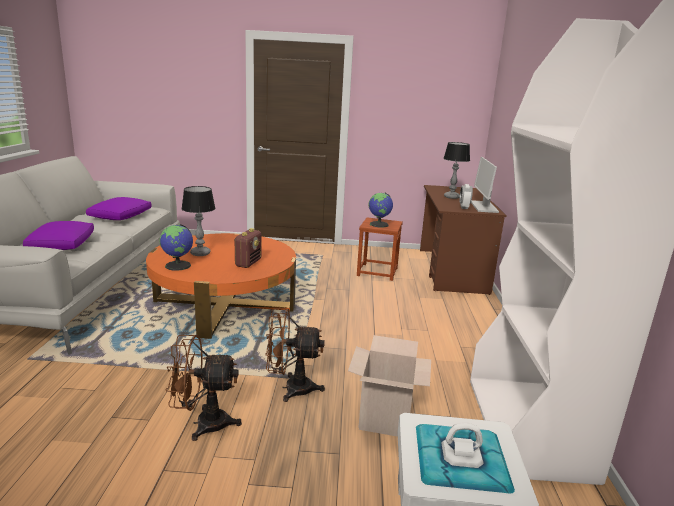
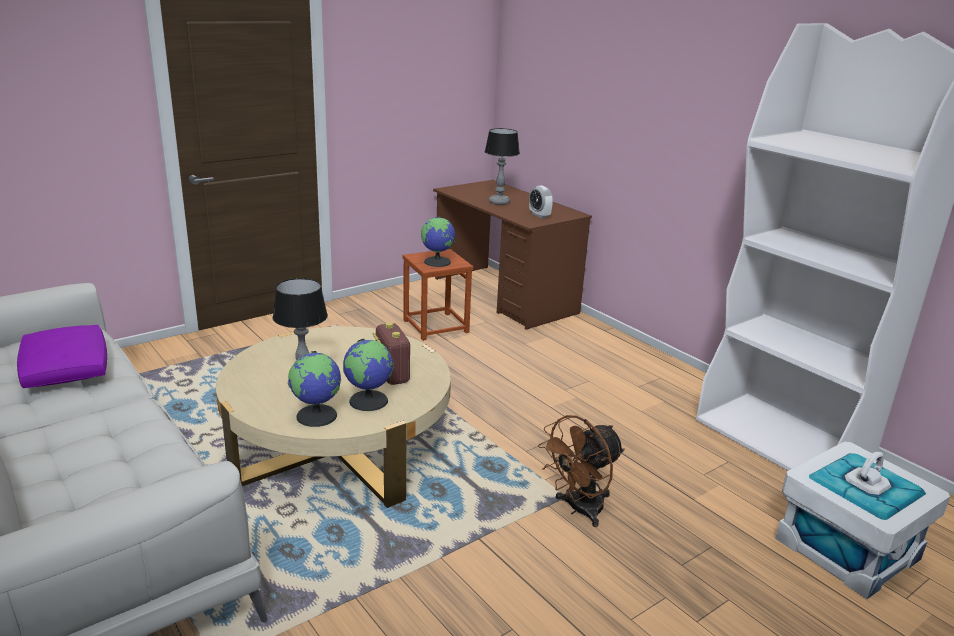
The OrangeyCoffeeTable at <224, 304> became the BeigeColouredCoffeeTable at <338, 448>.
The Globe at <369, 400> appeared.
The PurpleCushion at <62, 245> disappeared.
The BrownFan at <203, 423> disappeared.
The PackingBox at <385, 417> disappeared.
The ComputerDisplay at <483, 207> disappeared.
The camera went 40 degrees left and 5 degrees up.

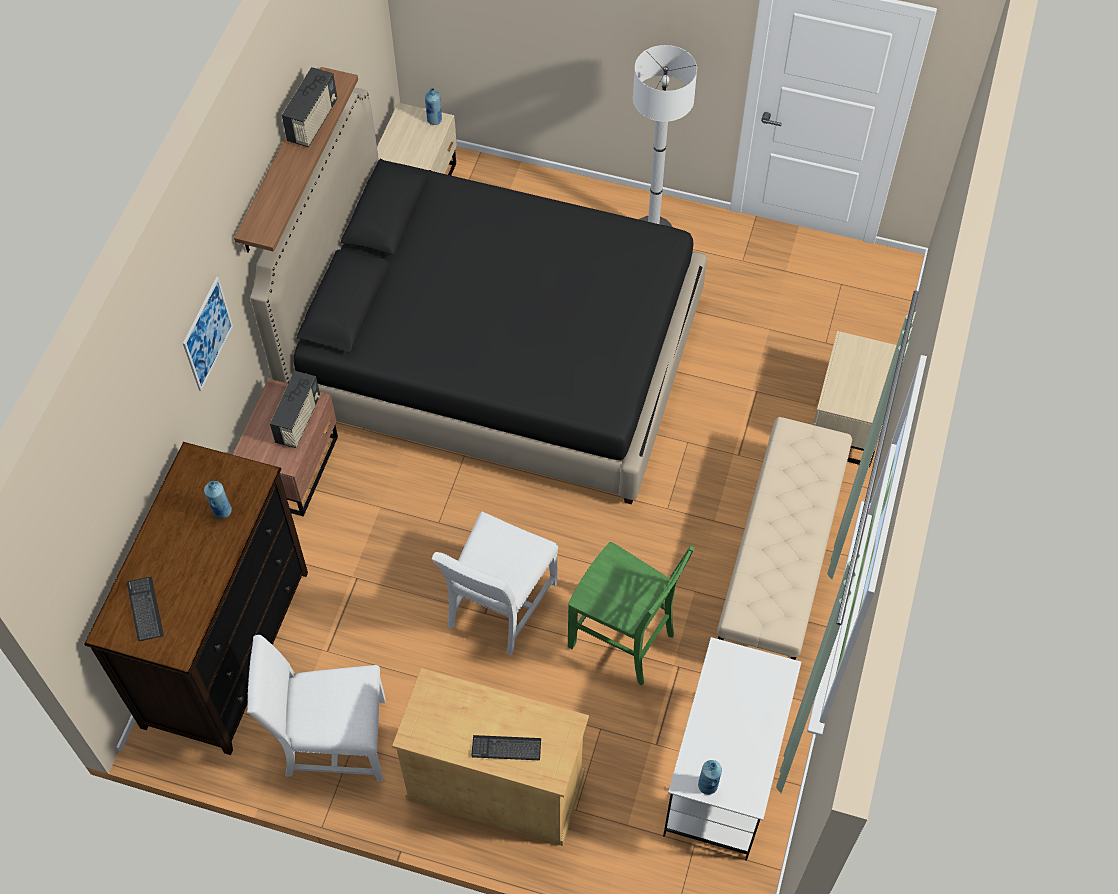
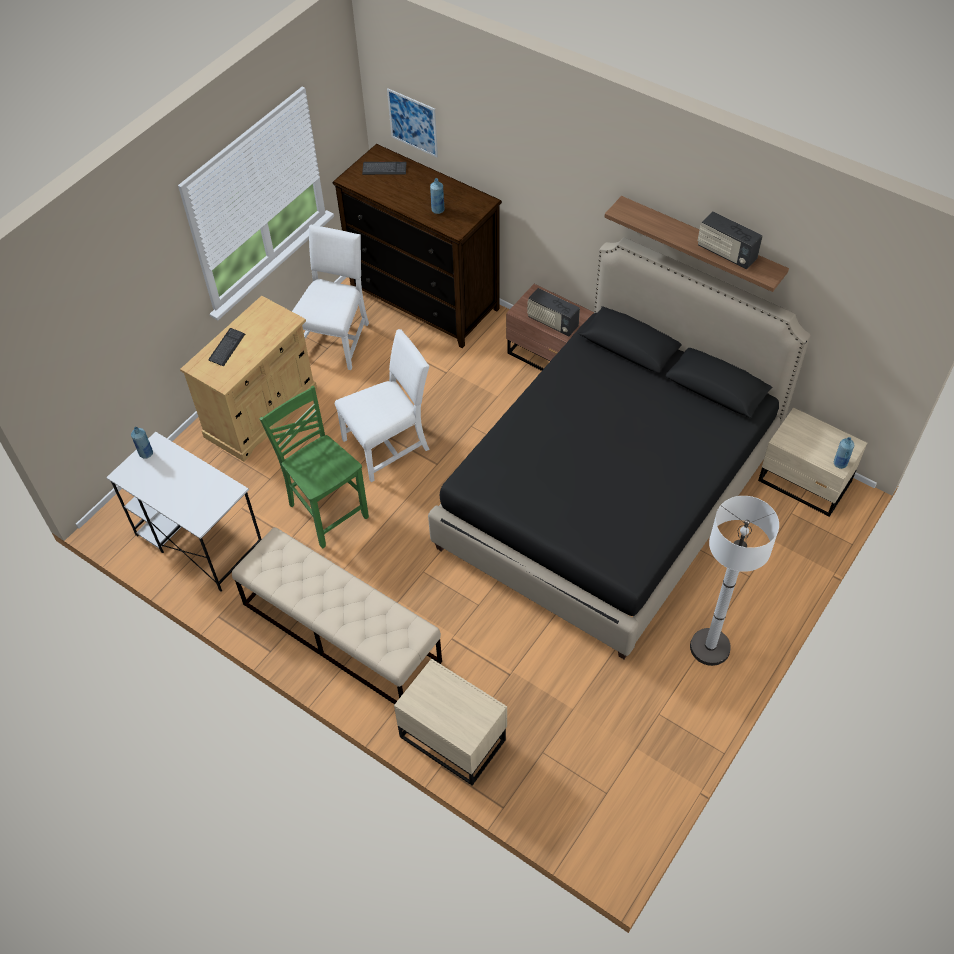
The GreenColouredChair at <623, 641> turned 90 degrees clockwise.
The WhitishChair at <498, 606> turned 105 degrees clockwise.
The WallPicture moved from <207, 334> to <413, 122>.
The camera went 110 degrees right and 5 degrees down.

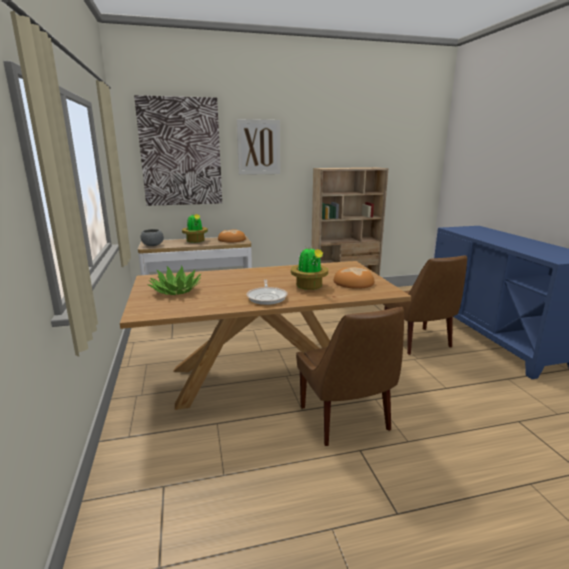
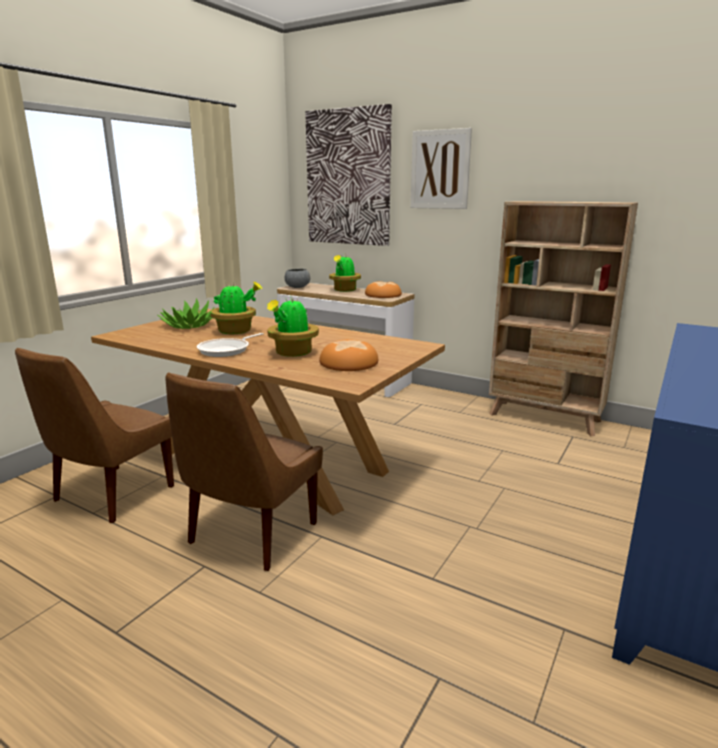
The BrownChair moved from <418, 342> to <110, 495>.
The Houseplant at <236, 331> appeared.
The camera went 45 degrees right and 0 degrees up.

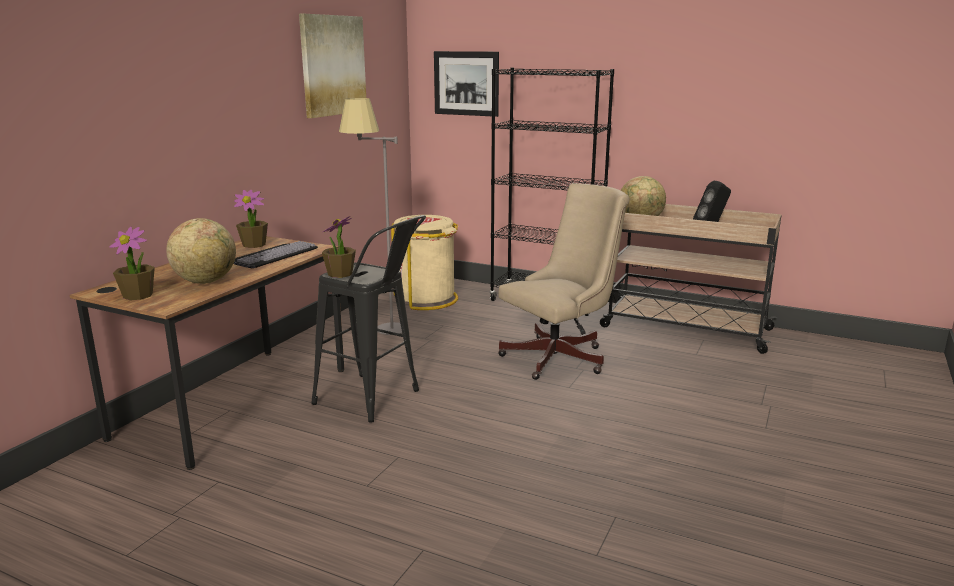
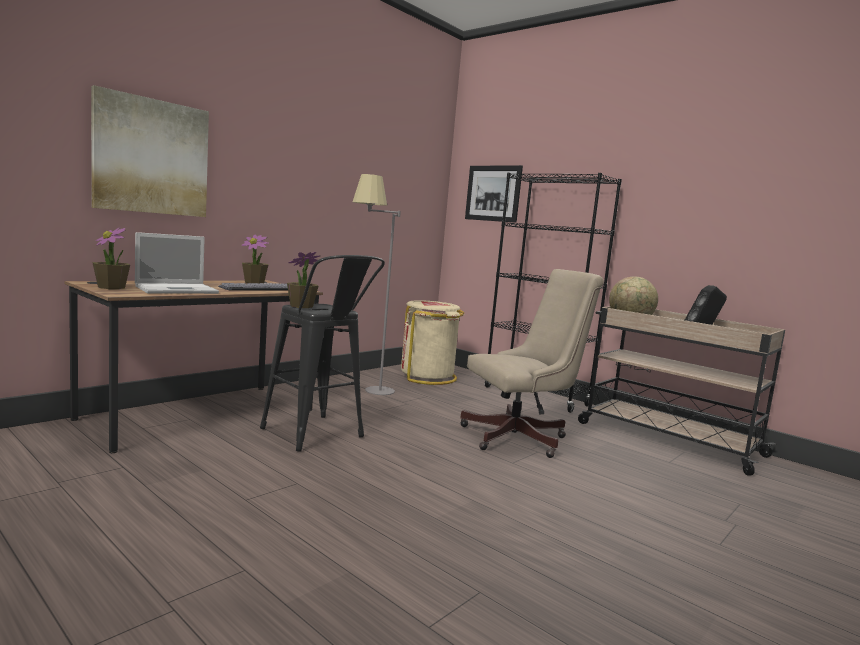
The WallPicture moved from <333, 65> to <151, 157>.
The Globe at <206, 281> was replaced by the Laptop at <178, 289>.
The camera went 15 degrees right and 10 degrees down.

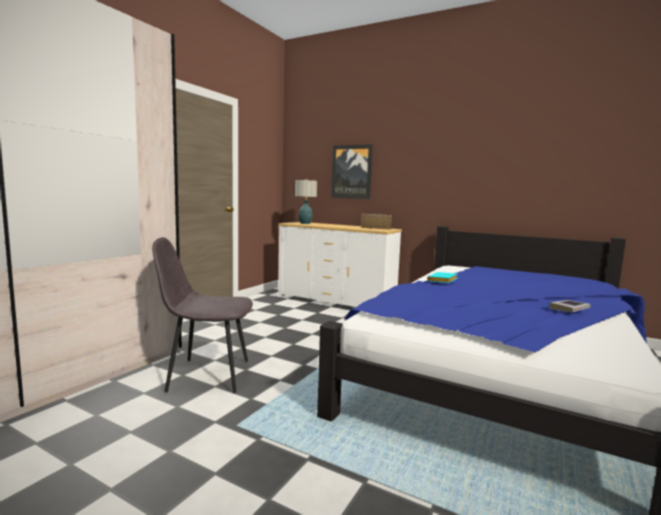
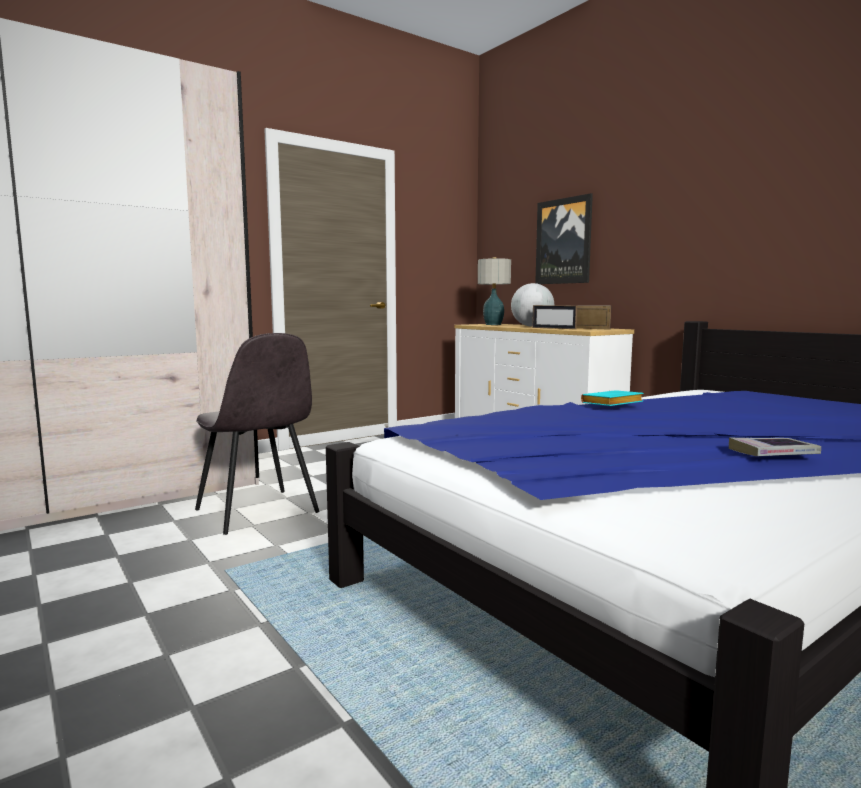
The GreyishChair at <207, 375> turned 150 degrees counterclockwise.
The Globe at <531, 326> appeared.
The StandingFrame at <553, 328> appeared.
The camera went 25 degrees right and 0 degrees up.

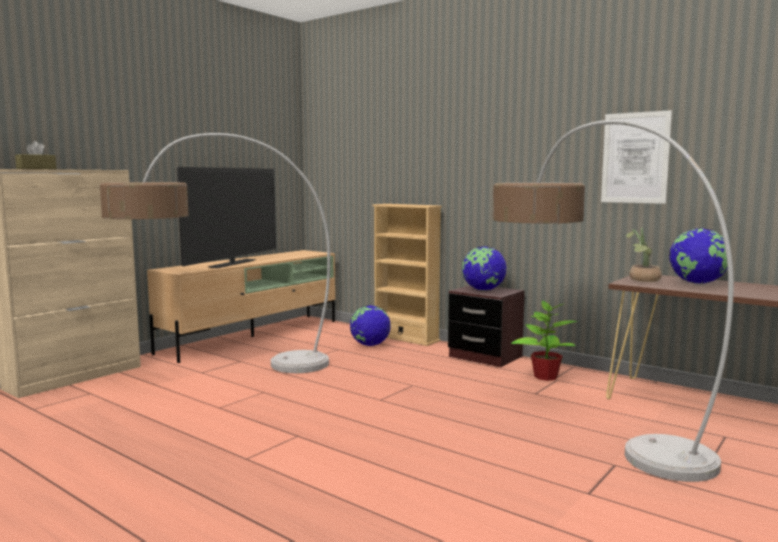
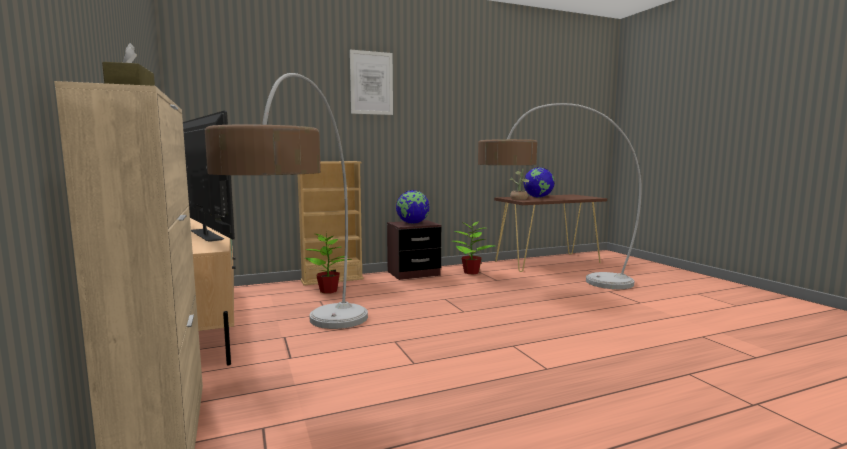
The Globe at <370, 345> was replaced by the Houseplant at <329, 291>.
The WallPicture moved from <635, 158> to <371, 83>.
The camera went 60 degrees left and 0 degrees up.

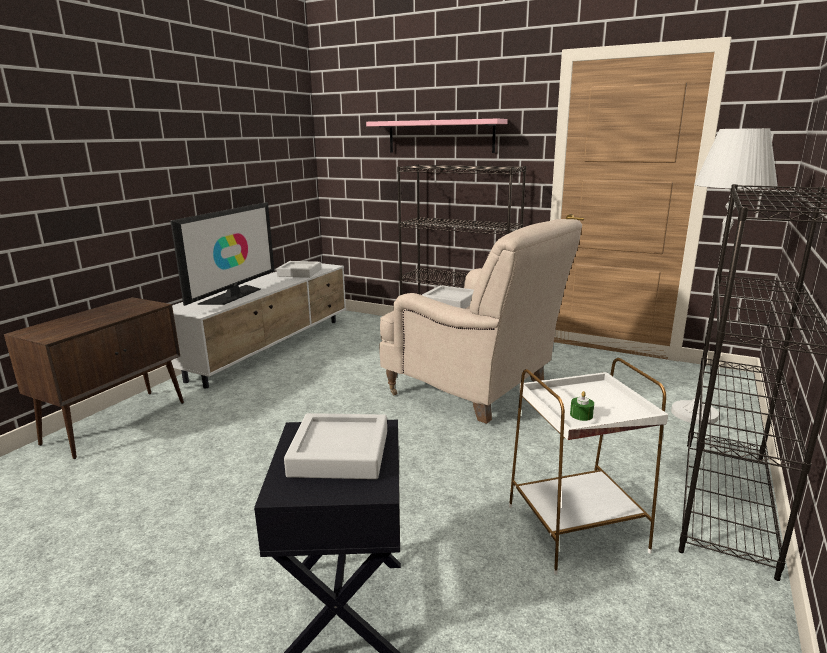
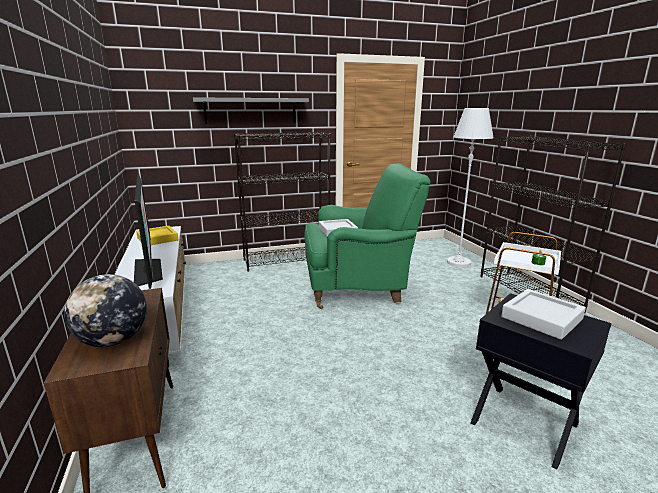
The Globe at <113, 341> appeared.
The GreyishTray at <299, 273> became the YellowishTray at <157, 239>.
The PinkColouredWallShelf at <440, 136> became the GreyishWallShelf at <250, 111>.
The BeigeColouredEasyChair at <474, 390> became the GreenColouredEasyChair at <357, 288>.
The camera went 45 degrees left and 0 degrees up.

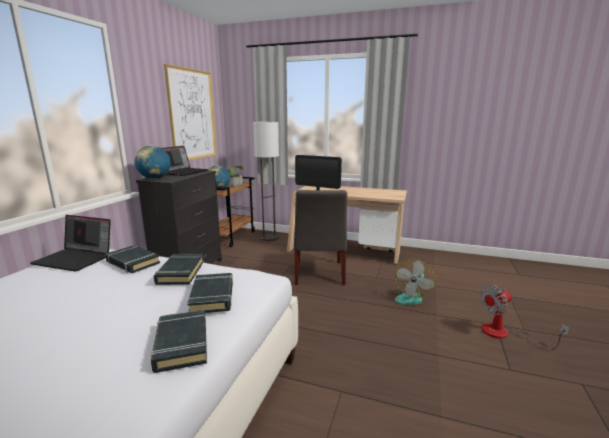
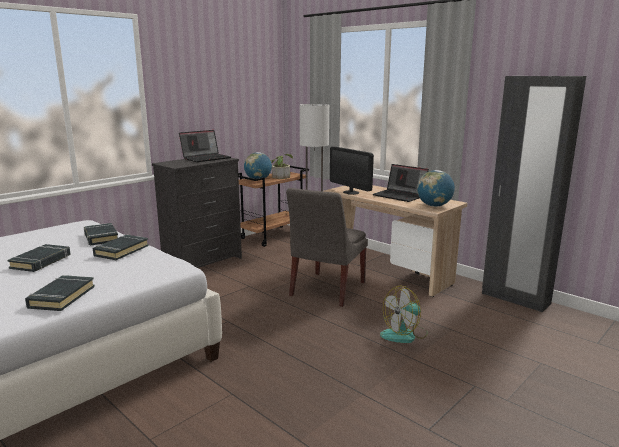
The BlackColouredBoundBook moved from <212, 297> to <41, 261>.
The Laptop moved from <76, 259> to <400, 196>.
The Globe moved from <155, 178> to <434, 206>.
The BlackColouredClothesCupboard at <515, 299> appeared.
The WallPicture at <192, 115> disappeared.
The Fan at <504, 334> disappeared.
The camera went 25 degrees right and 0 degrees up.

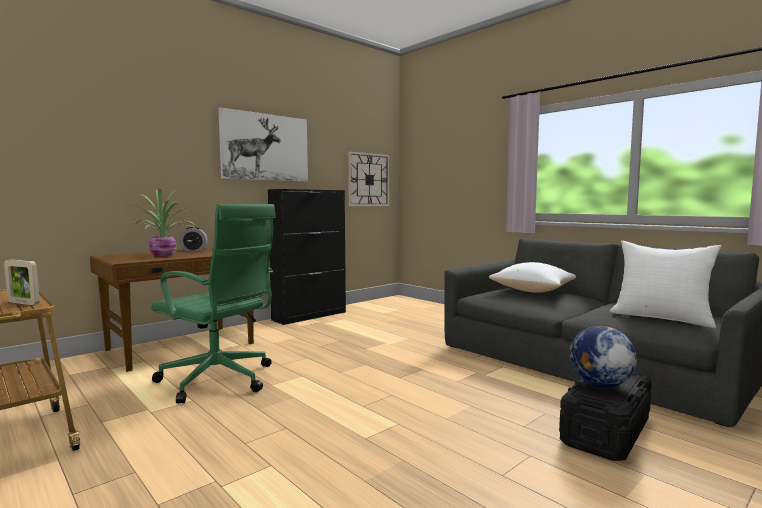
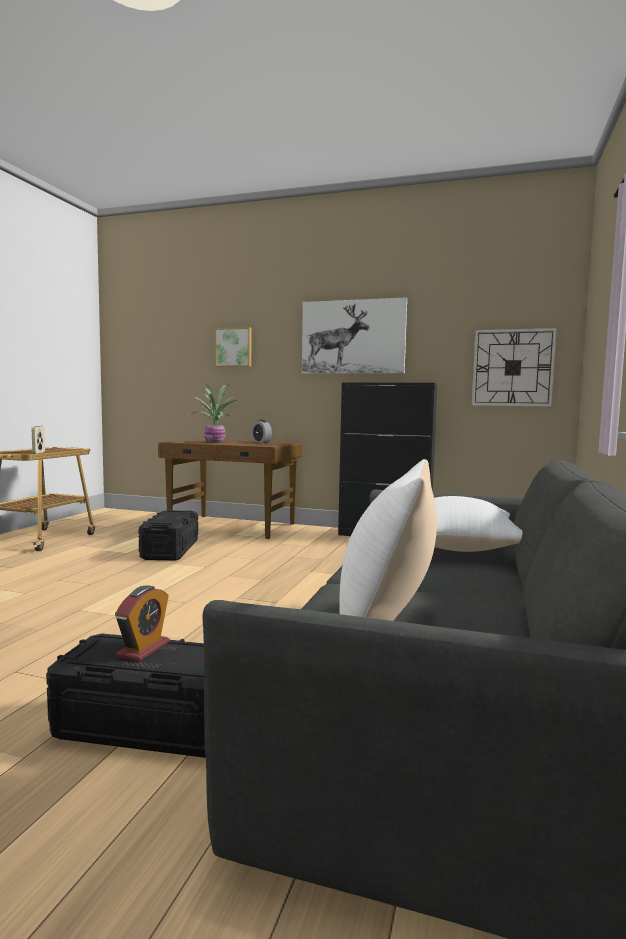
The Globe at <600, 385> was replaced by the TableClock at <143, 649>.
The GreenColouredDeskChair at <218, 380> was replaced by the BlackColouredStorageContainer at <170, 550>.
The WallPicture at <234, 347> appeared.
The camera went 60 degrees right and 0 degrees up.

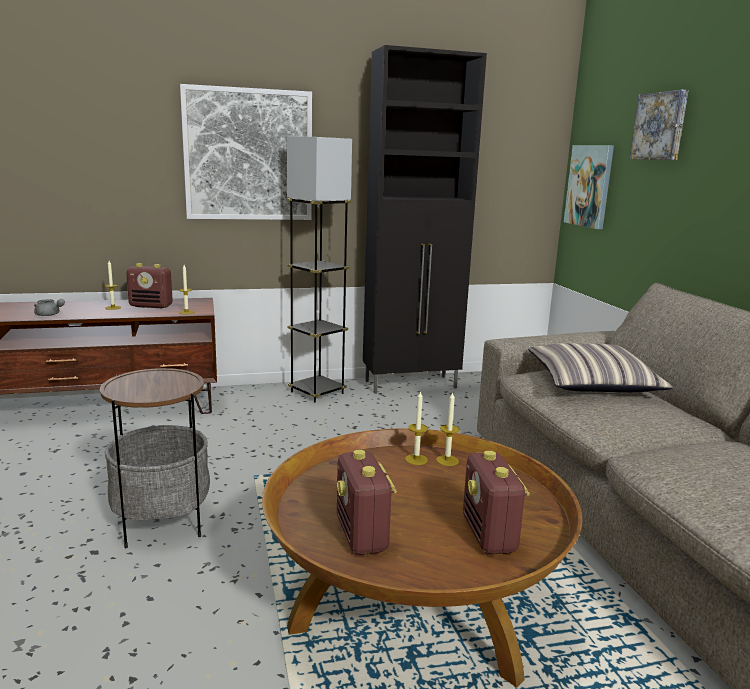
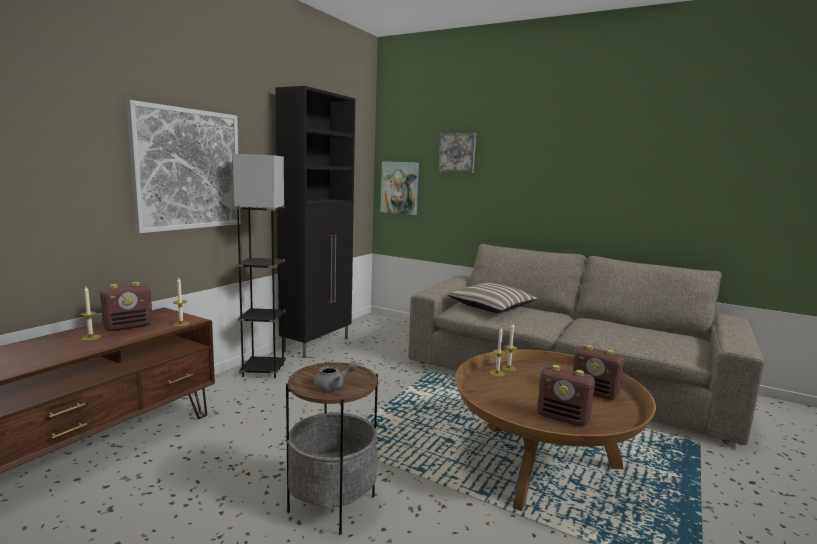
The GreyishTeapot moved from <49, 315> to <334, 385>.
The camera went 45 degrees left and 5 degrees down.

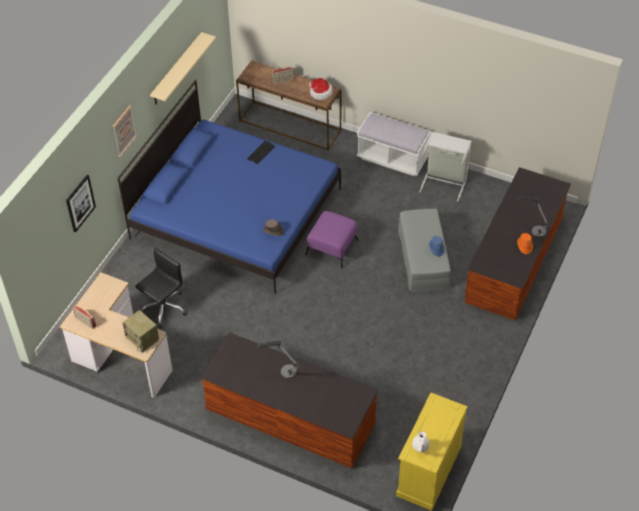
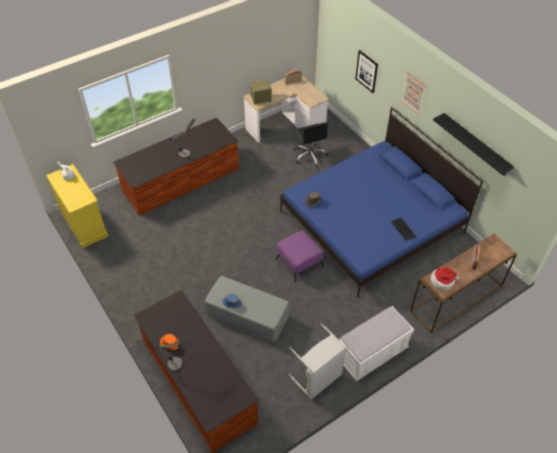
The BeigeColouredWallShelf at <177, 69> became the BlackColouredWallShelf at <475, 145>.
The camera went 120 degrees right and 0 degrees up.

